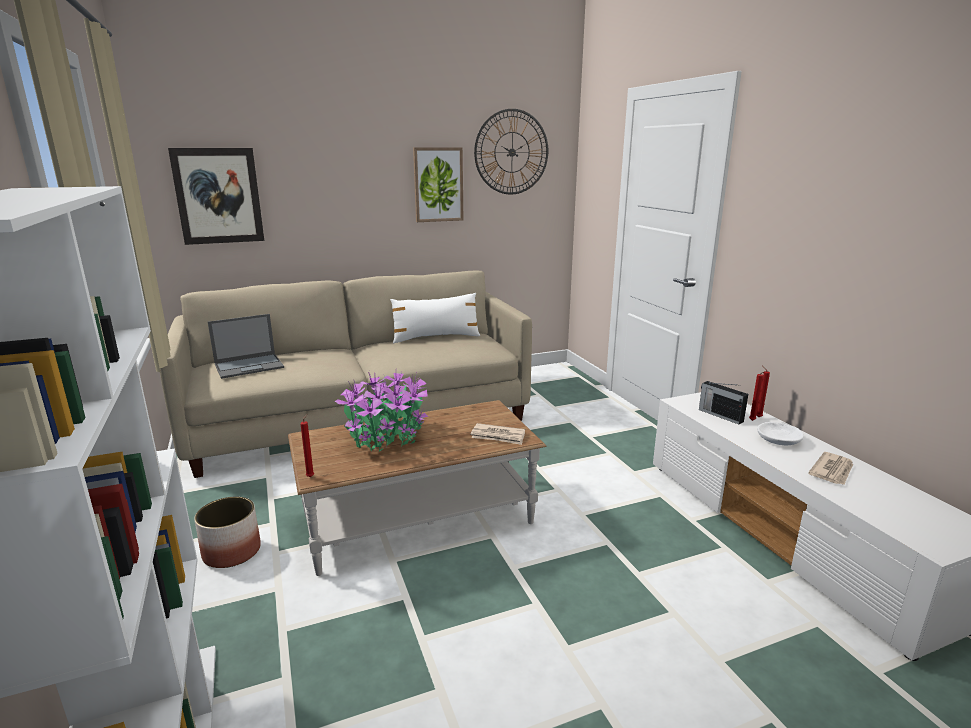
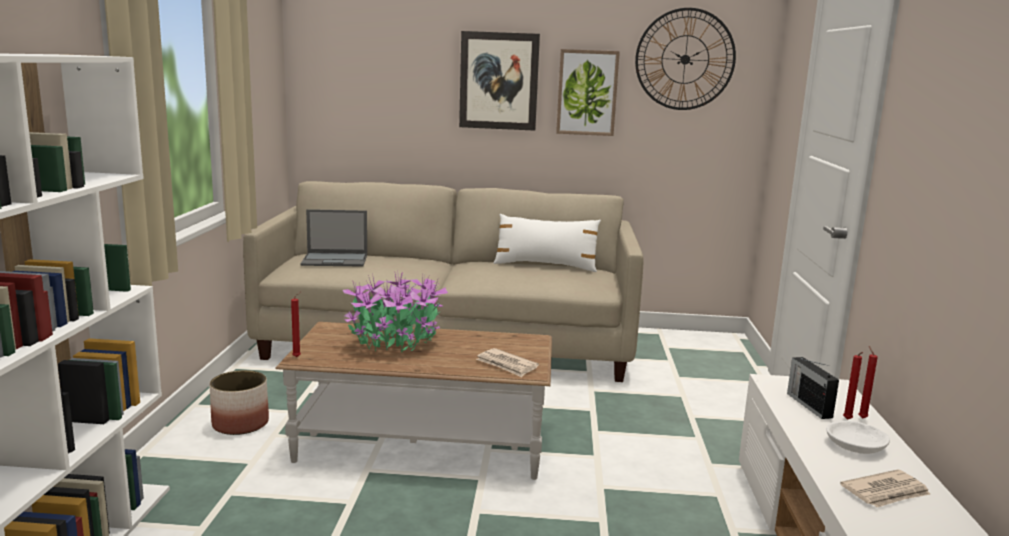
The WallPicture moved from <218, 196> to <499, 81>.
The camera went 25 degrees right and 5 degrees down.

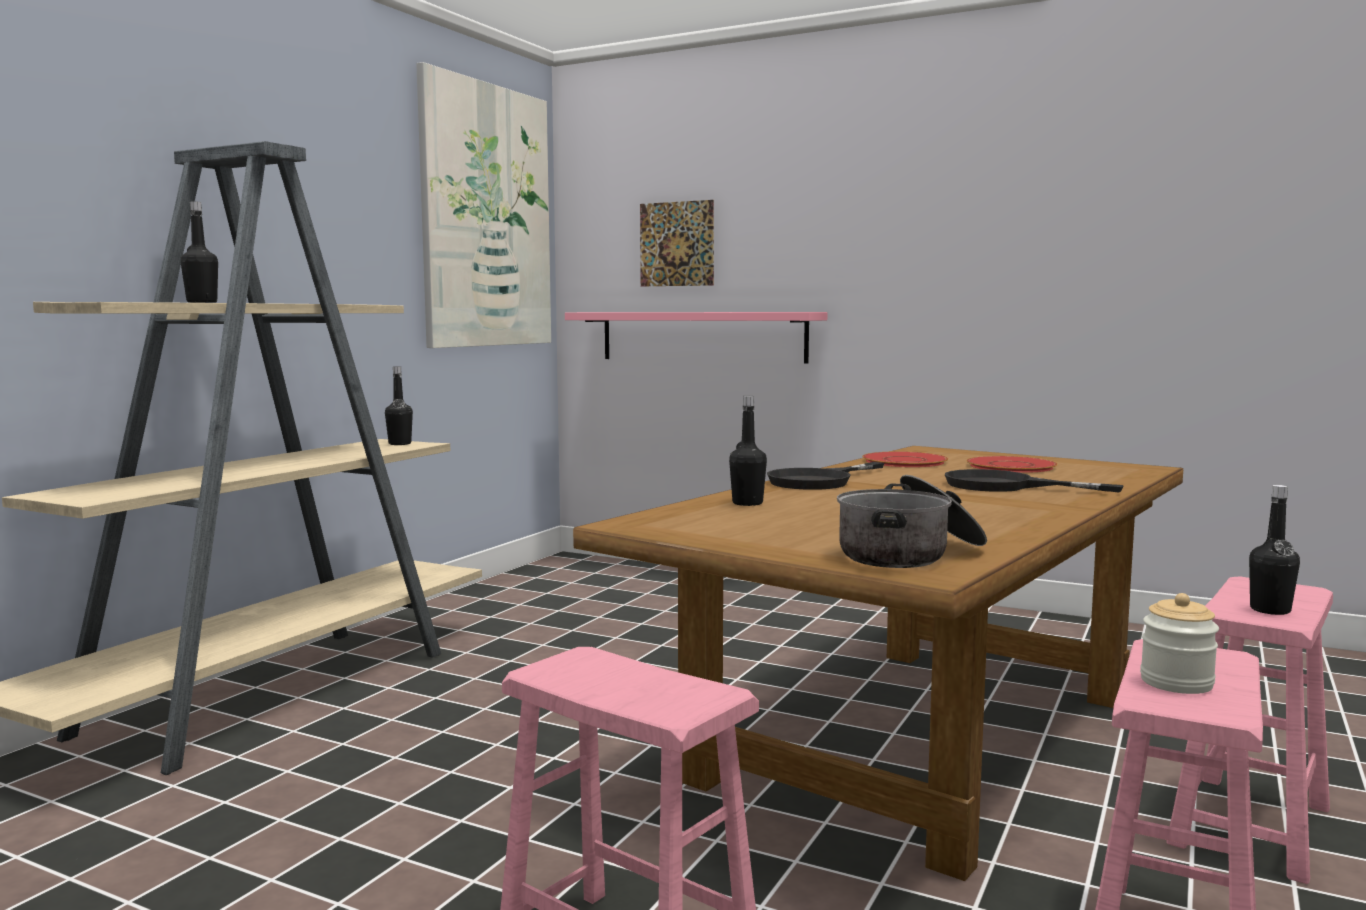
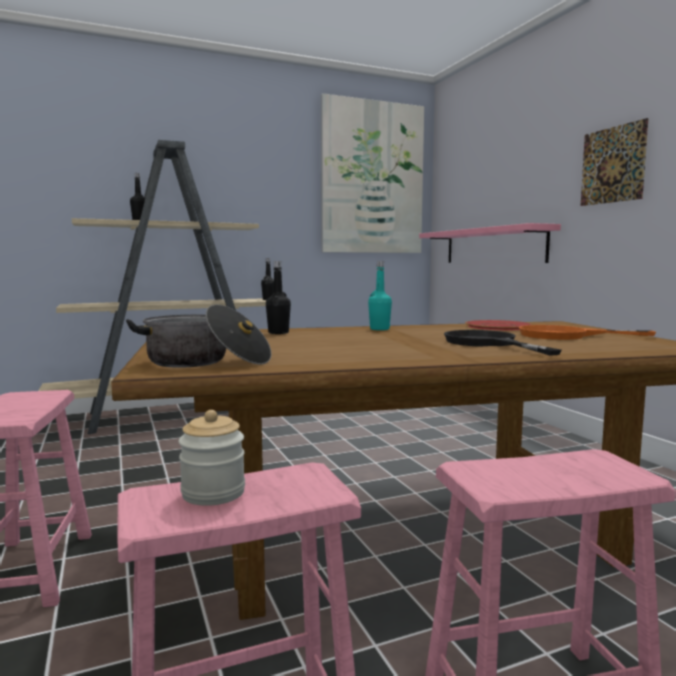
The BlackColouredSkillet at <819, 481> was replaced by the TurquoiseBeverageBottle at <379, 329>.
The RedDinnerPlate at <1011, 466> was replaced by the OrangeySkillet at <565, 335>.
The WallPicture moved from <676, 244> to <612, 165>.
The BlackColouredBeverageBottle at <1270, 610> disappeared.
The camera went 40 degrees right and 0 degrees up.

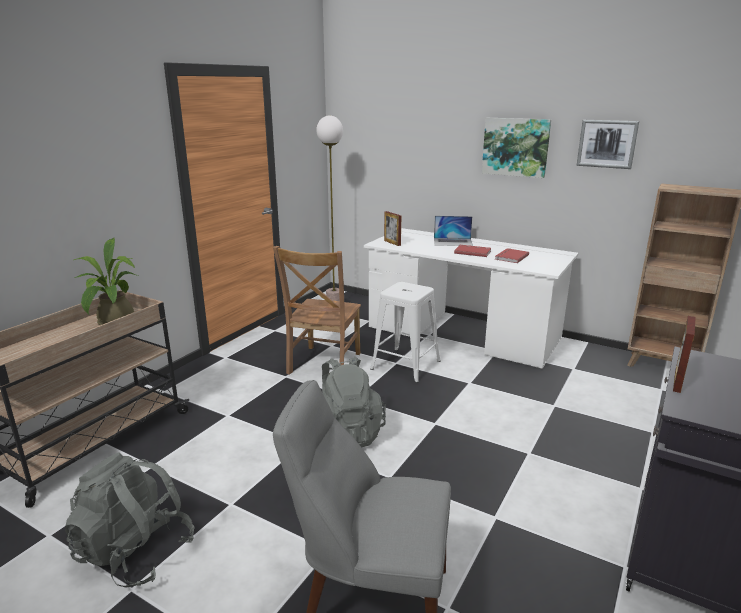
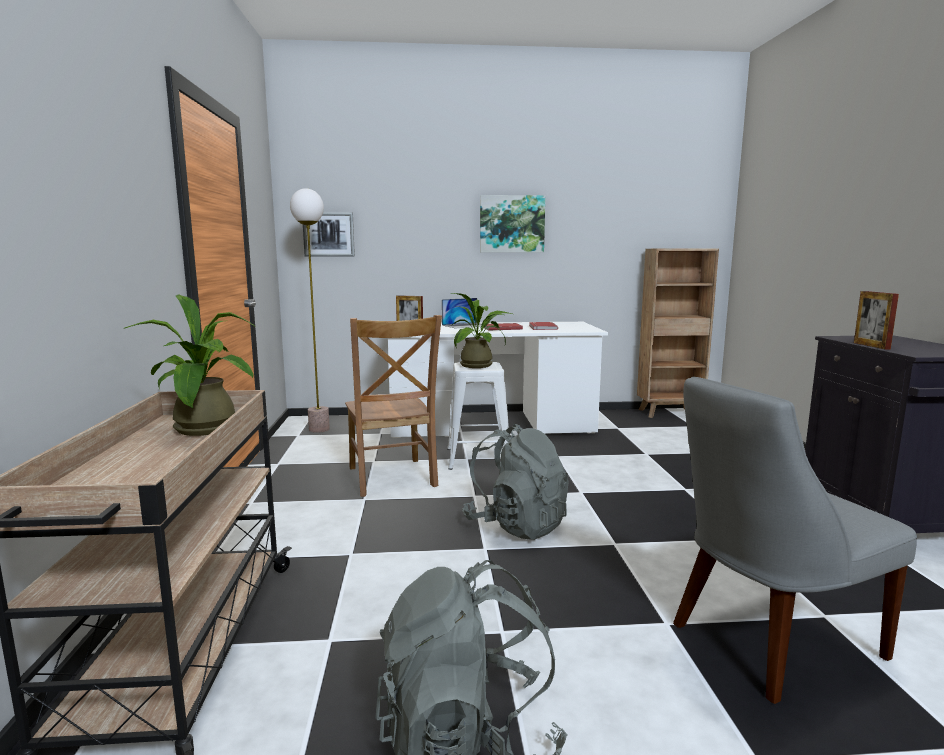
The WallPicture moved from <607, 144> to <328, 234>.
The Houseplant at <480, 365> appeared.
The camera went 35 degrees left and 10 degrees down.

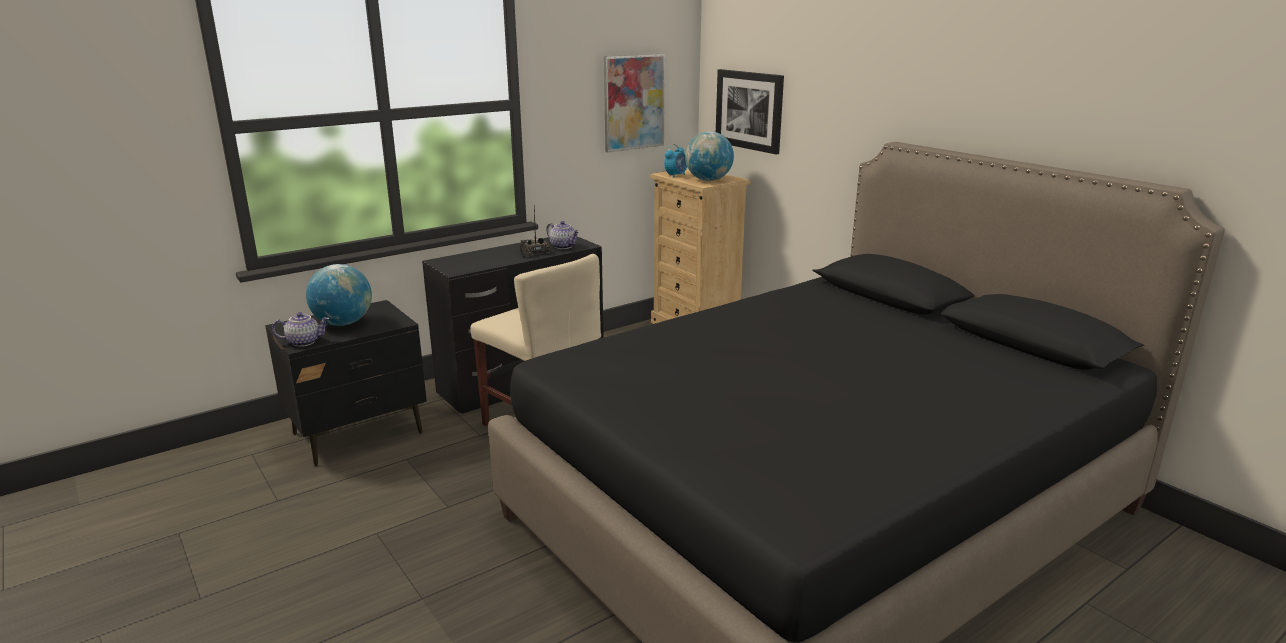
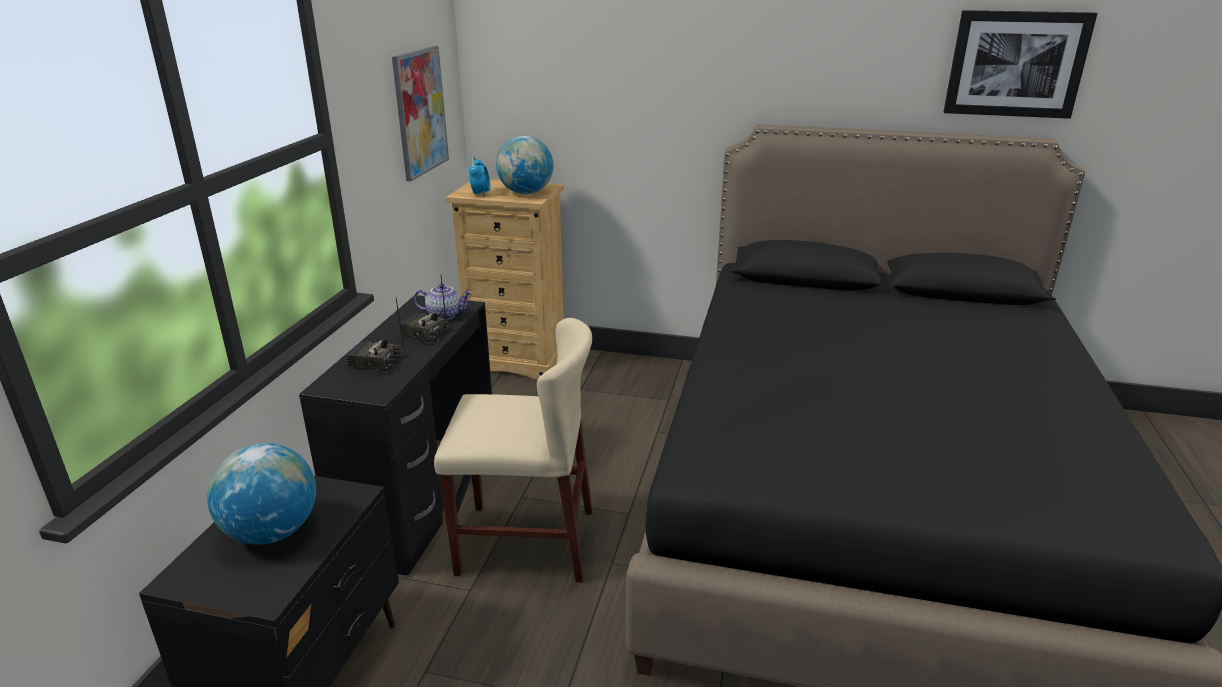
The RadioSet at <375, 363> appeared.
The WallPicture moved from <749, 110> to <1016, 64>.
The Teapot at <304, 342> disappeared.
The camera went 40 degrees left and 5 degrees up.

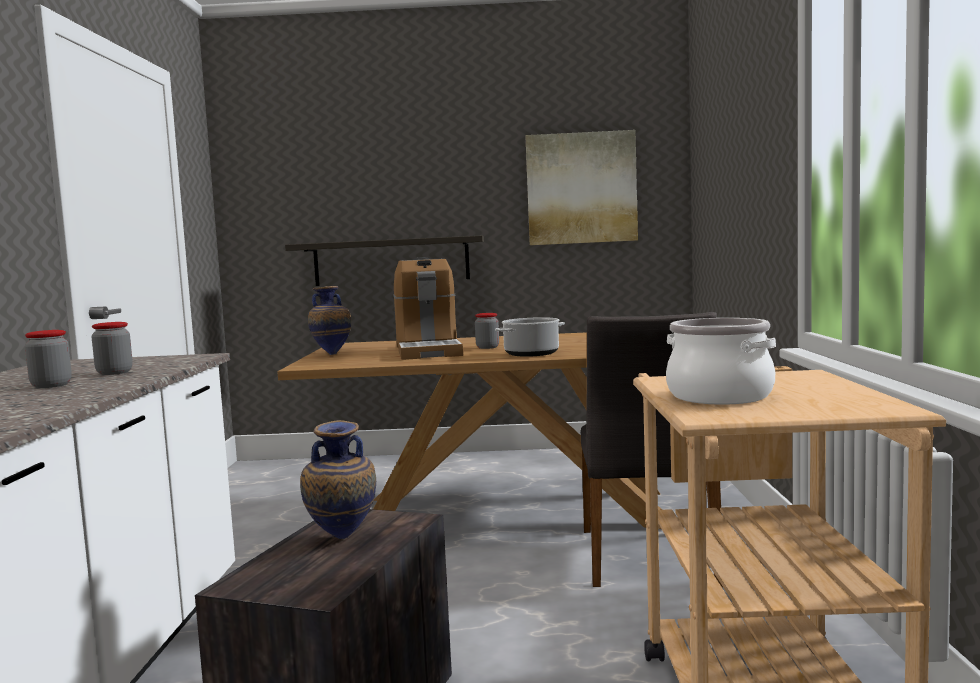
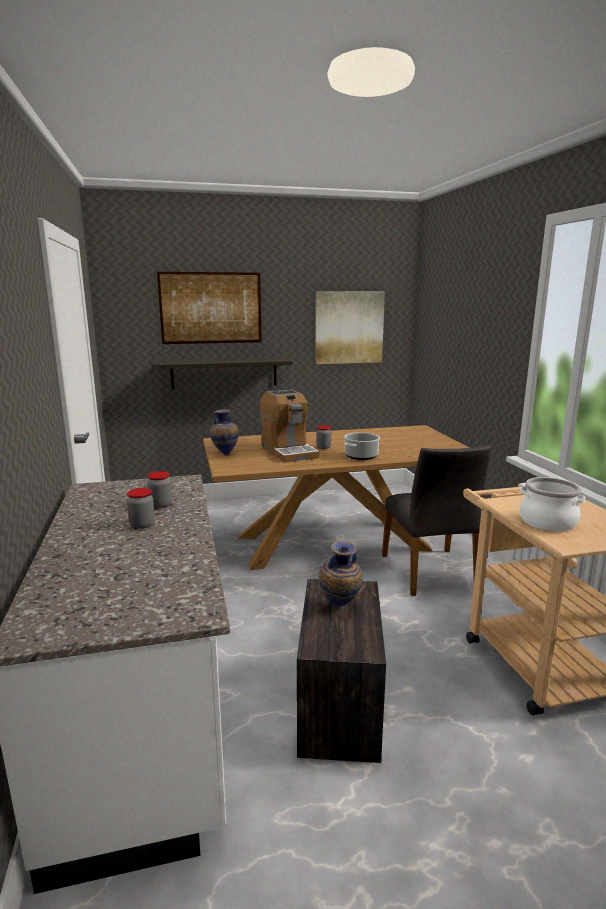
The WallPicture at <211, 308> appeared.
The camera went 15 degrees left and 10 degrees up.

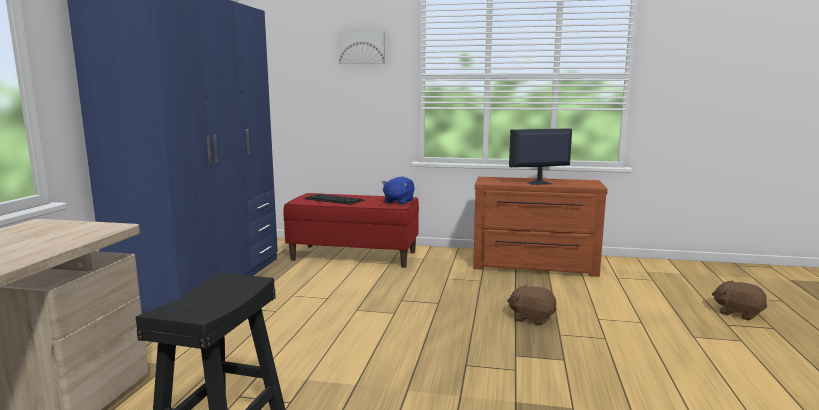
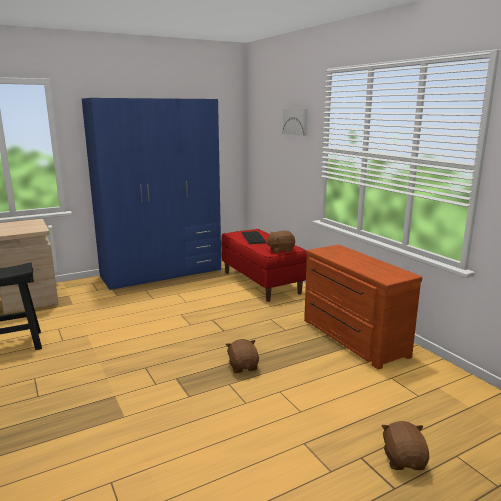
The BlueCuddlyToy at <398, 202> became the BrownCuddlyToy at <280, 250>.
The ComputerDisplay at <538, 183> disappeared.
The camera went 50 degrees right and 5 degrees up.

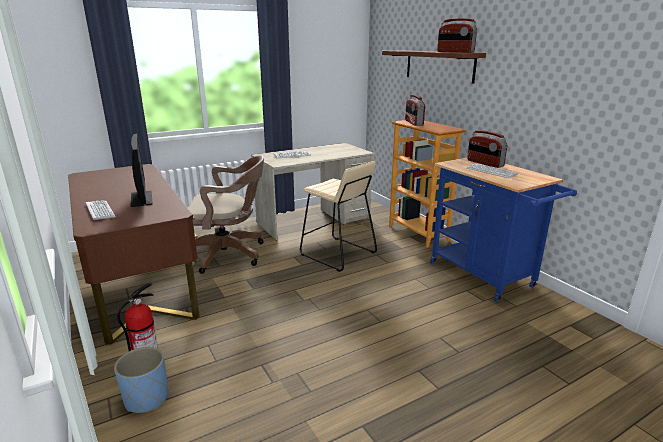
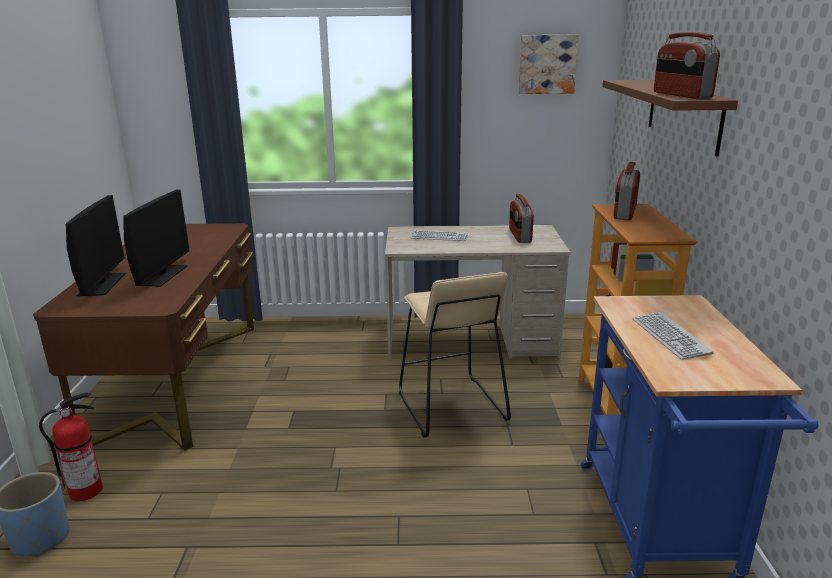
The ComputerKeyboard at <100, 211> was replaced by the ComputerDisplay at <102, 284>.
The RadioSet moved from <484, 163> to <519, 236>.
The WallPicture at <547, 64> appeared.
The BrownDeskChair at <229, 254> disappeared.
The camera went 30 degrees right and 0 degrees up.

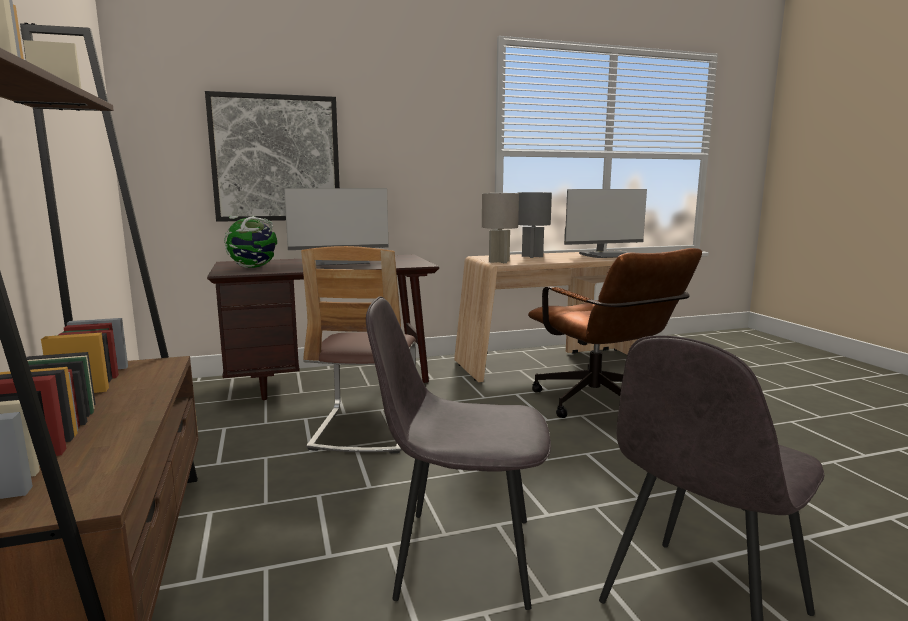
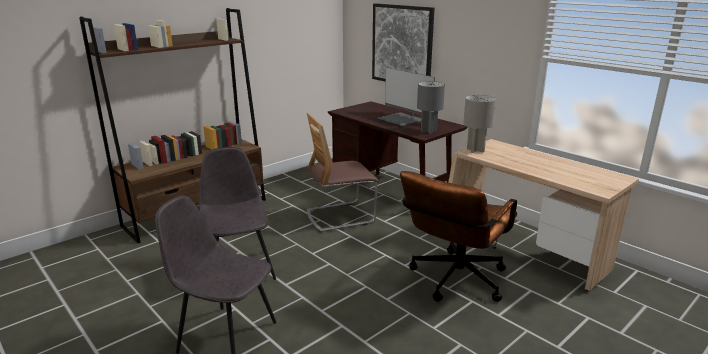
The GreyishTableLamp moved from <532, 256> to <428, 131>.
The Globe at <253, 267> disappeared.
The ComputerDisplay at <610, 256> disappeared.
The camera went 65 degrees right and 10 degrees up.

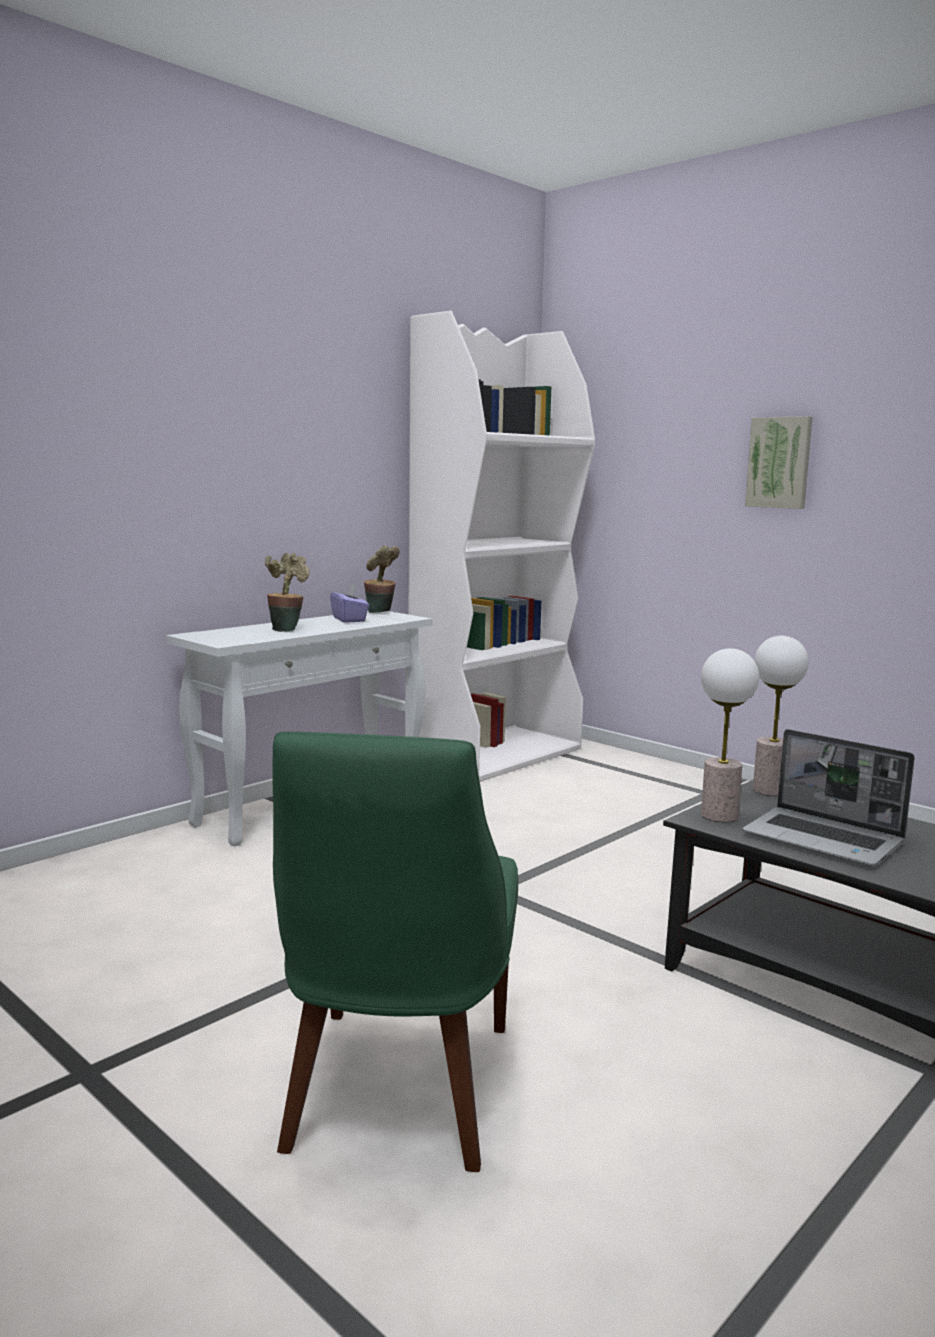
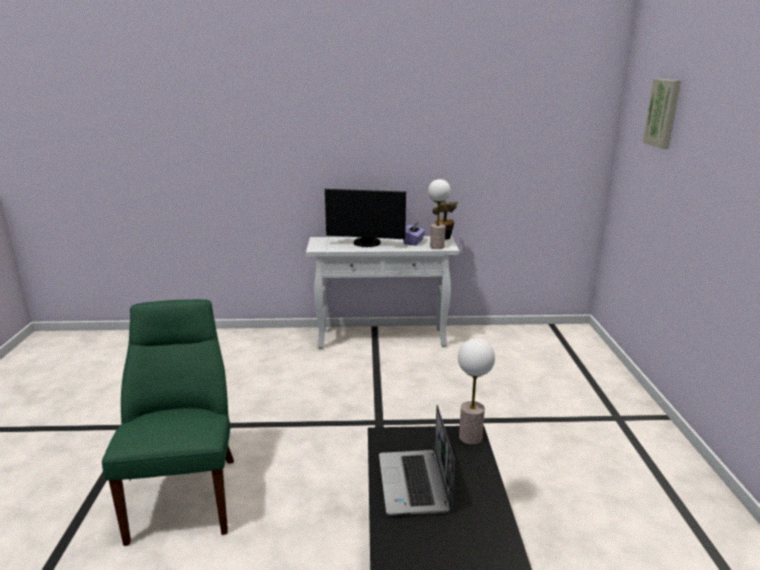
The GreenColouredChair at <396, 1093> turned 120 degrees clockwise.
The Houseplant at <287, 629> was replaced by the ComputerDisplay at <366, 243>.
The TableLamp moved from <720, 815> to <437, 247>.
The WallPicture moved from <779, 462> to <663, 113>.
The WhitishBookshelf at <496, 754> disappeared.
The camera went 45 degrees right and 10 degrees up.

